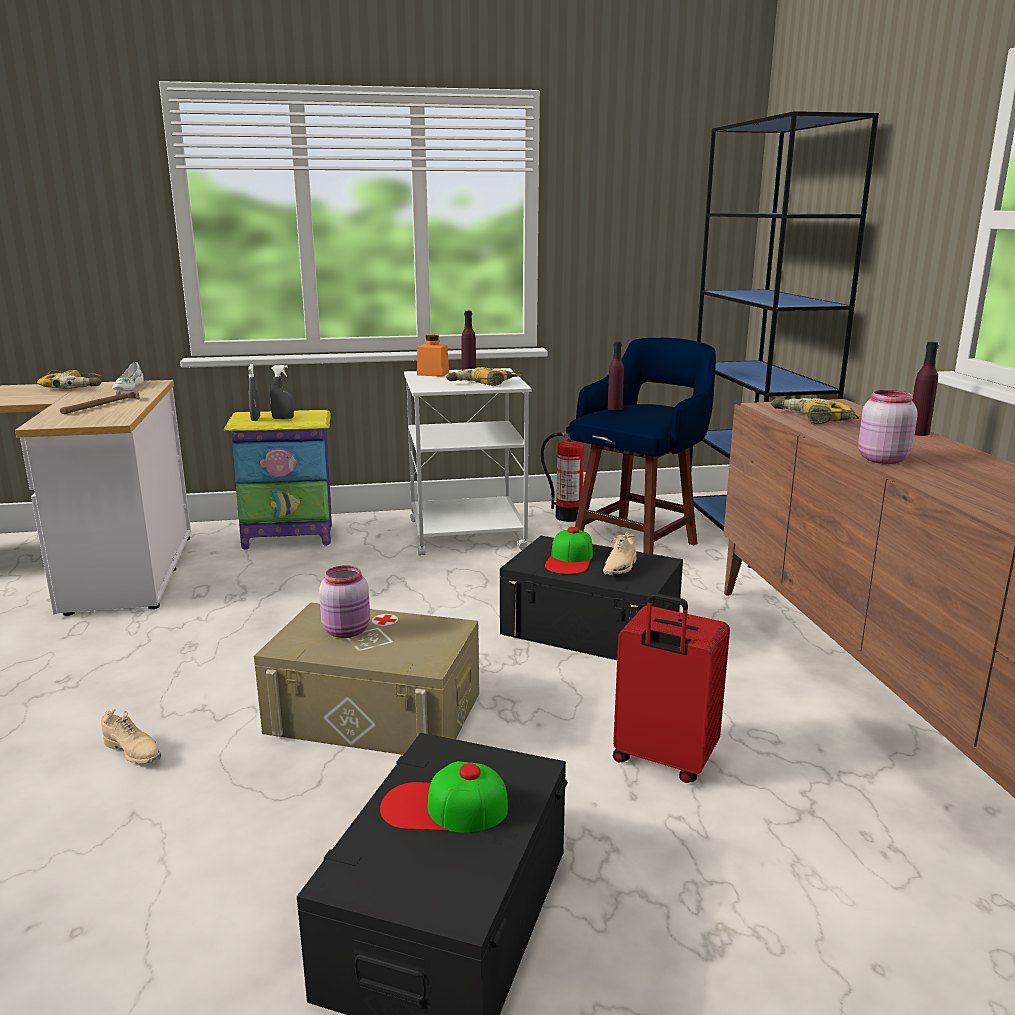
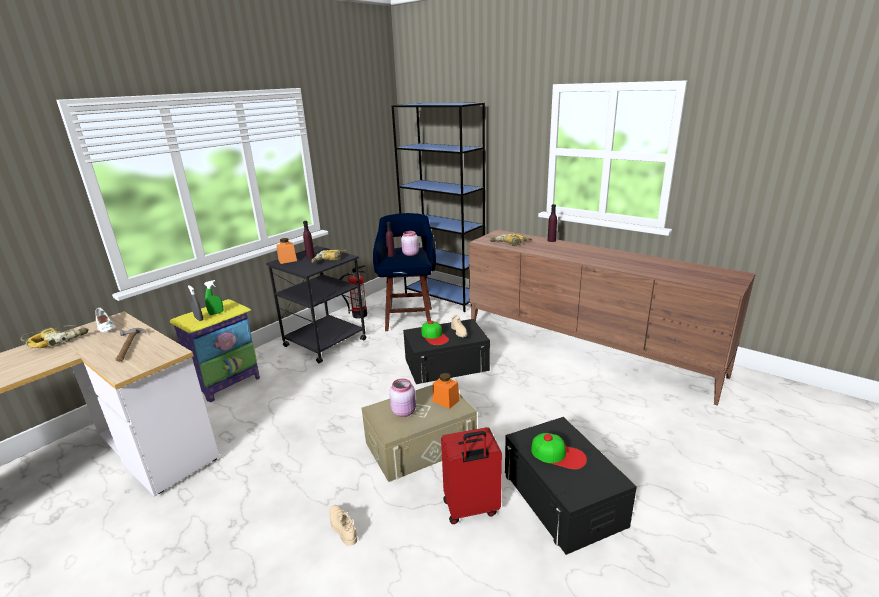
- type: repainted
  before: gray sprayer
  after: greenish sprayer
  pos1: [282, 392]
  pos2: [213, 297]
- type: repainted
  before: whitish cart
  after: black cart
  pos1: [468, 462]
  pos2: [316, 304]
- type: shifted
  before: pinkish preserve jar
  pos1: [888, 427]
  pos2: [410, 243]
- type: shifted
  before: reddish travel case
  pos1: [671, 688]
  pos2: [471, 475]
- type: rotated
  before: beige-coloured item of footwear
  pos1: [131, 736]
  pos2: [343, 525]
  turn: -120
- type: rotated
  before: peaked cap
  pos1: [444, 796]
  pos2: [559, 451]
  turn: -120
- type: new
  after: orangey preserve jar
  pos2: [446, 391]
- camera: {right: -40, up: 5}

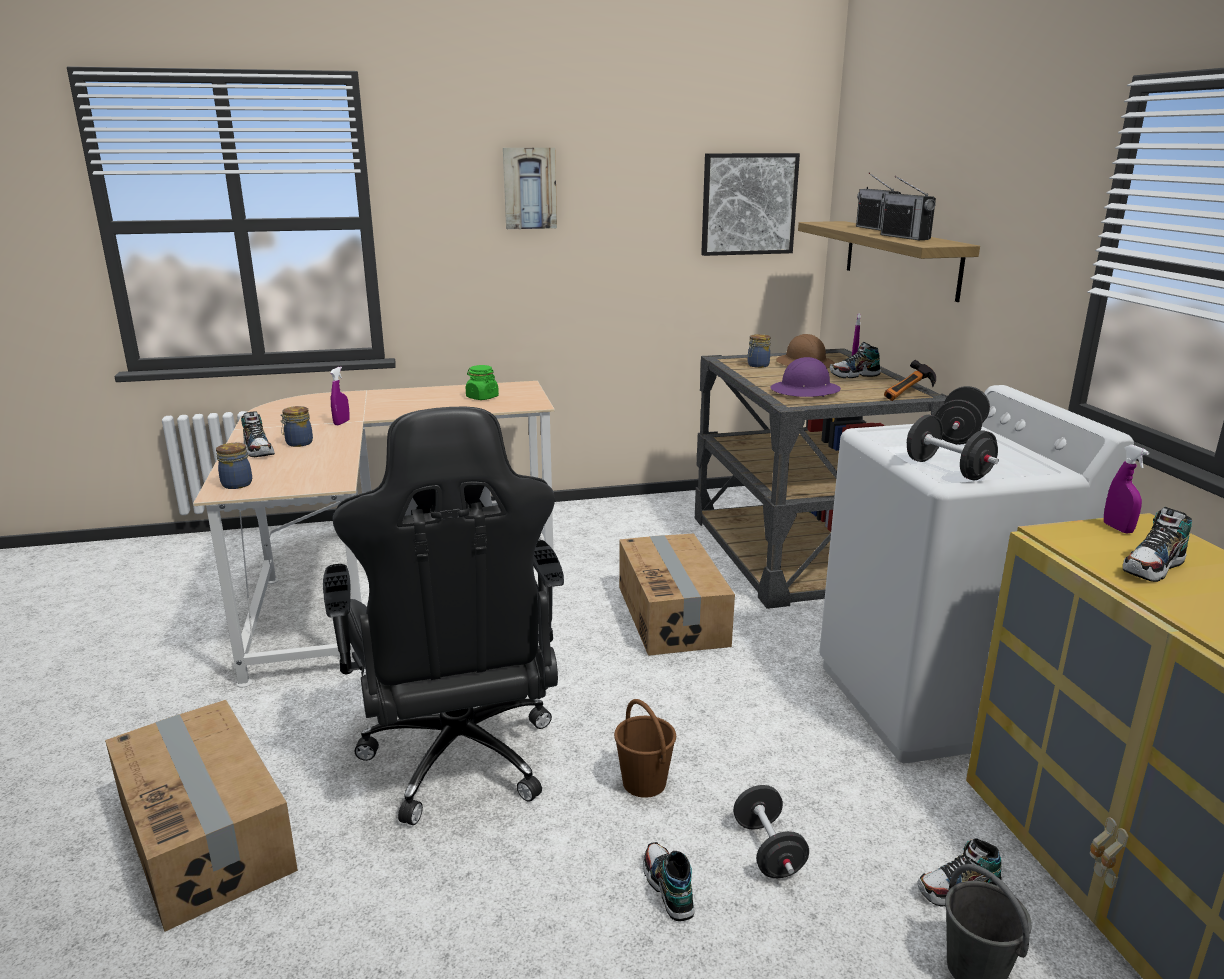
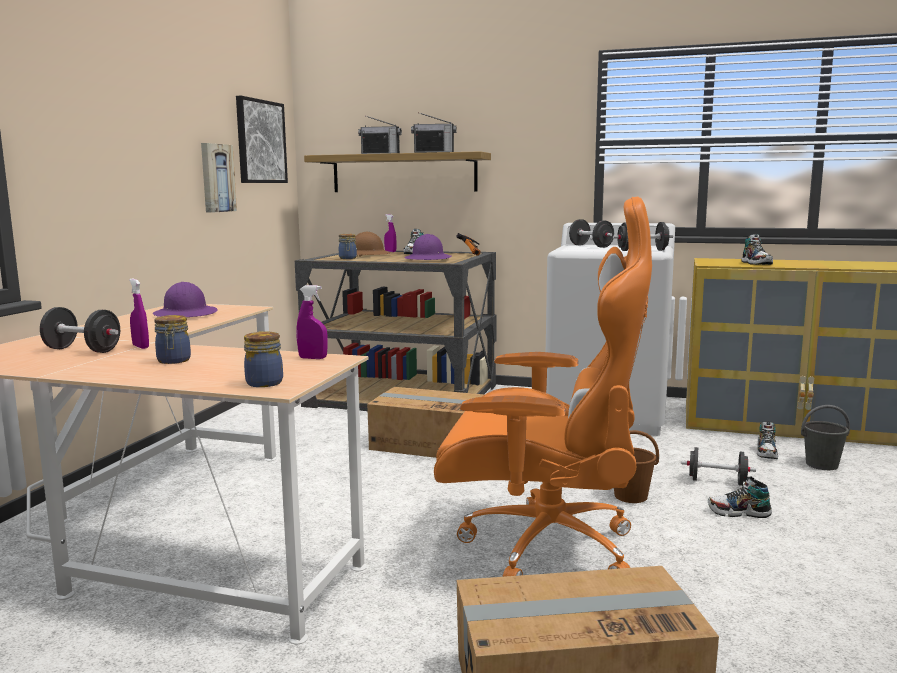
- type: shifted
  before: picture
  pos1: [530, 188]
  pos2: [219, 178]
- type: swapped
  before: greenish preserve jar
  after: purple-coloured hard hat
  pos1: [482, 382]
  pos2: [185, 299]
- type: repainted
  before: black computer chair
  after: orangey computer chair
  pos1: [443, 616]
  pos2: [543, 387]
- type: gone
  before: item of footwear
  pos1: [258, 434]
- type: shifted
  before: purple-coloured sprayer
  pos1: [1126, 489]
  pos2: [311, 322]
- type: new
  after: black dumbbell
  pos2: [80, 330]
- camera: {right: -60, up: -10}

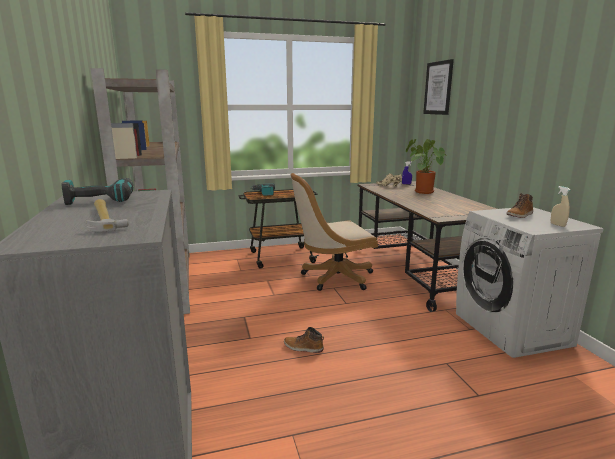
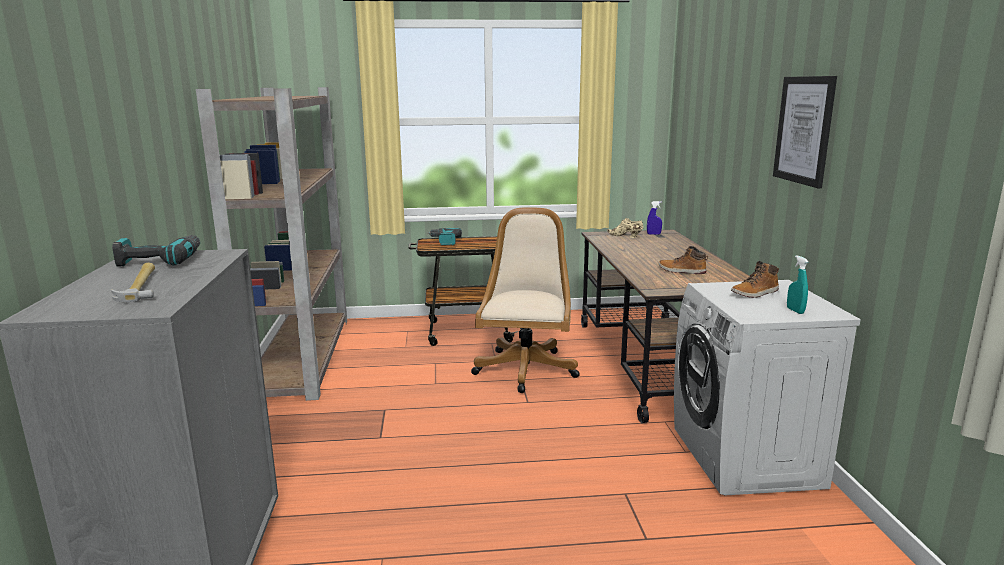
- type: shifted
  before: picture
  pos1: [438, 87]
  pos2: [805, 132]
- type: gone
  before: potted plant
  pos1: [427, 166]
- type: rotated
  before: computer chair
  pos1: [334, 232]
  pos2: [525, 300]
  turn: 105
- type: repainted
  before: beige-coloured sprayer
  after: turquoise sprayer
  pos1: [560, 206]
  pos2: [797, 284]
- type: shifted
  before: tall boot
  pos1: [304, 340]
  pos2: [683, 260]
- camera: {right: 10, up: 0}

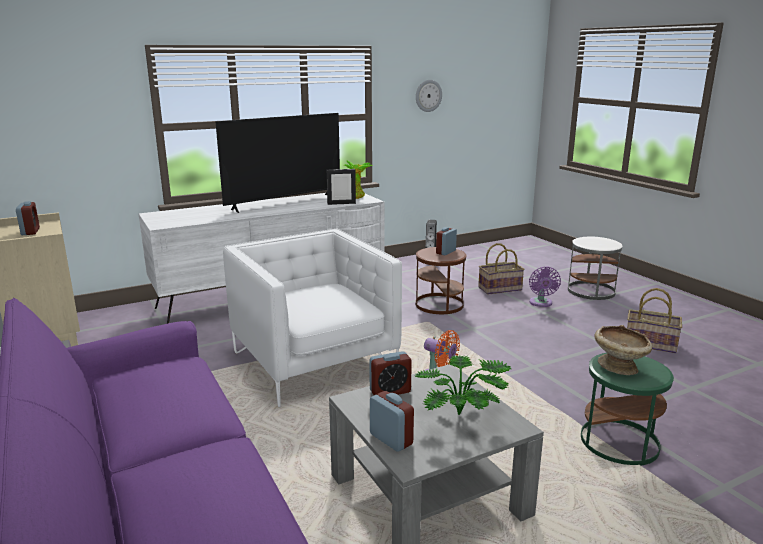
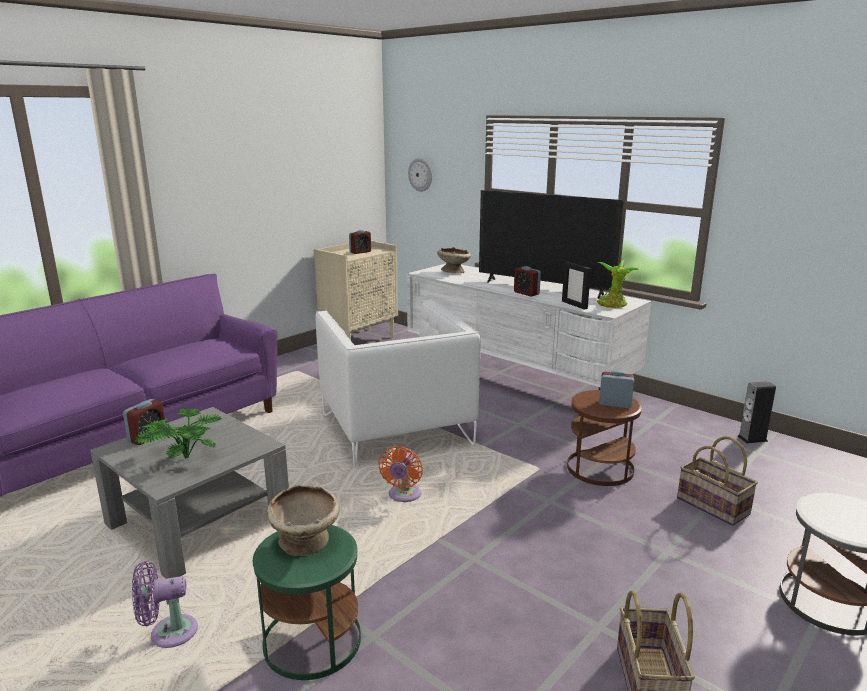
- type: shifted
  before: clock on the wall
  pos1: [429, 96]
  pos2: [420, 175]
- type: rotated
  before: whitish lounge chair
  pos1: [312, 318]
  pos2: [398, 383]
  turn: 120
- type: shifted
  before: purple-coloured fan
  pos1: [545, 287]
  pos2: [165, 604]
- type: shifted
  before: alarm clock
  pos1: [390, 373]
  pos2: [527, 281]
- type: new
  after: beige-coloured serving bowl
  pos2: [454, 260]
- camera: {right: 70, up: 0}

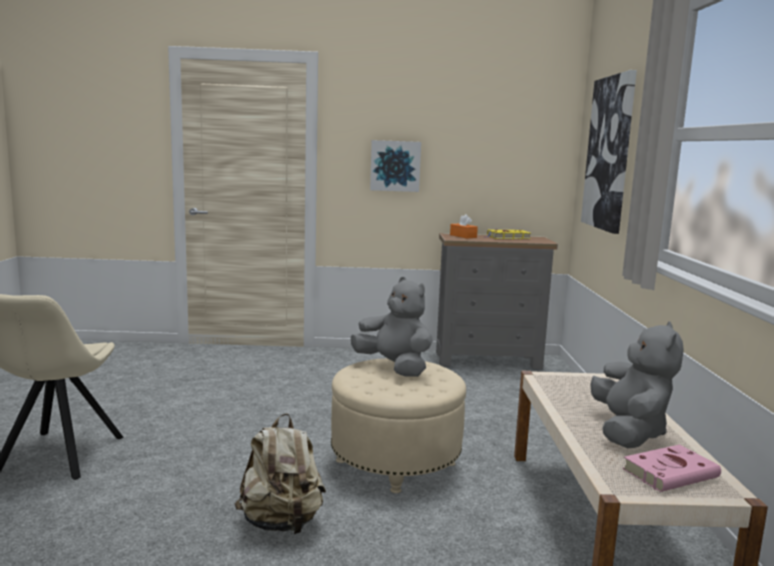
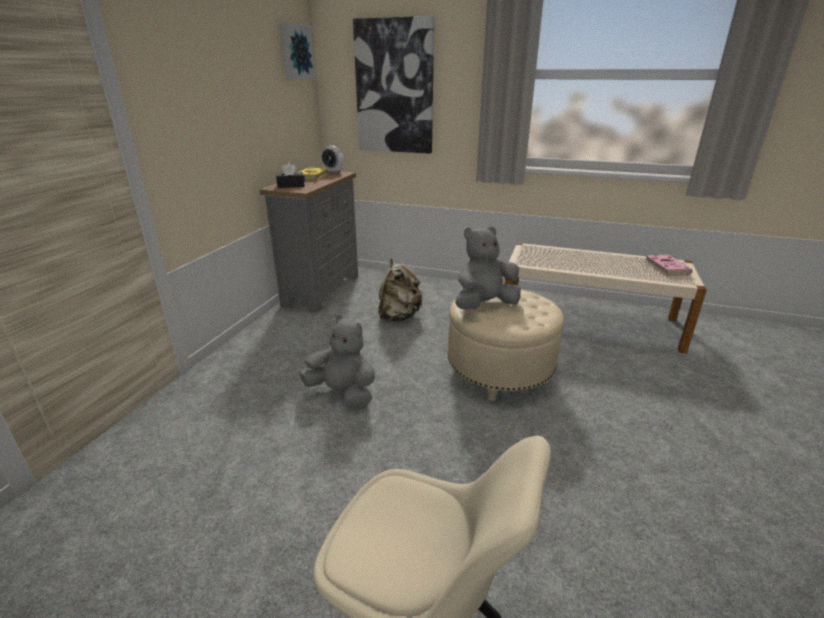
- type: shifted
  before: picture
  pos1: [395, 166]
  pos2: [298, 51]
- type: repainted
  before: orangey tissue box
  after: black tissue box
  pos1: [464, 226]
  pos2: [290, 175]
- type: shifted
  before: gray soft toy
  pos1: [637, 384]
  pos2: [337, 362]
- type: shifted
  before: beige-coloured backpack
  pos1: [280, 473]
  pos2: [400, 290]
- type: new
  after: alarm clock
  pos2: [332, 159]
- camera: {right: -70, up: 15}

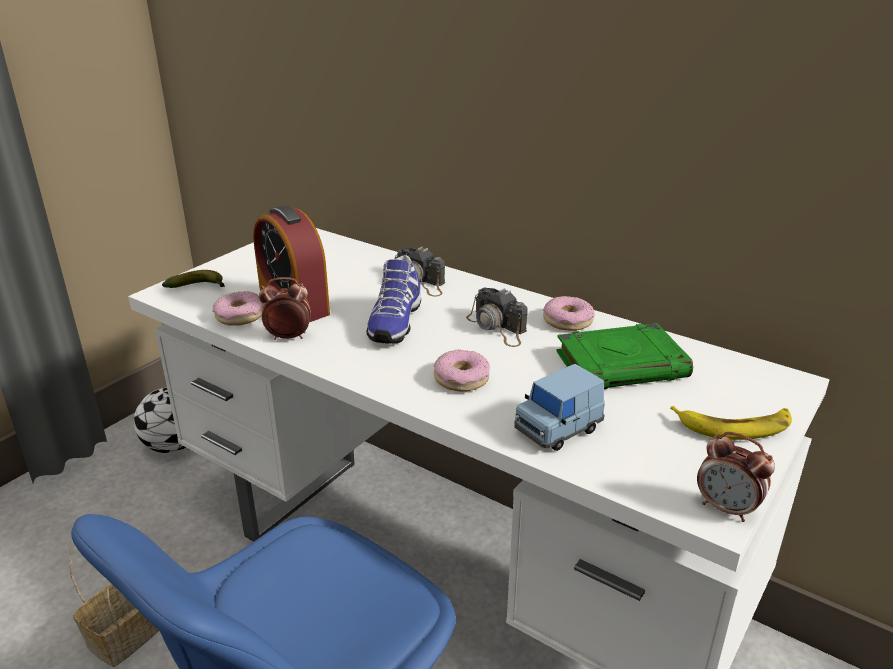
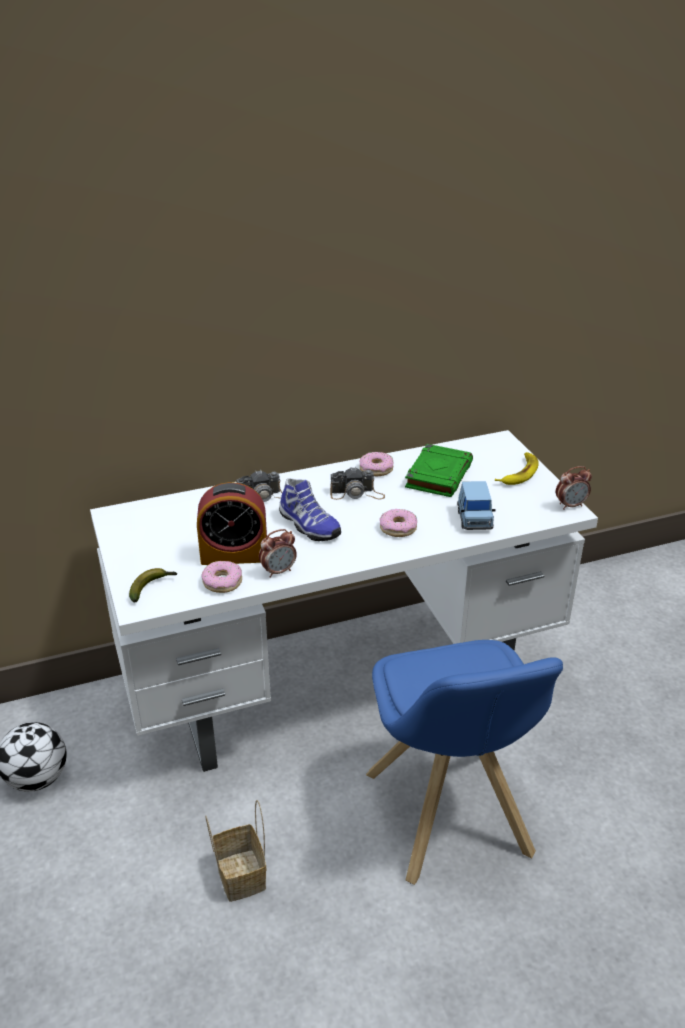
- type: rotated
  before: alarm clock
  pos1: [285, 308]
  pos2: [278, 553]
  turn: -150
- camera: {right: -55, up: 5}

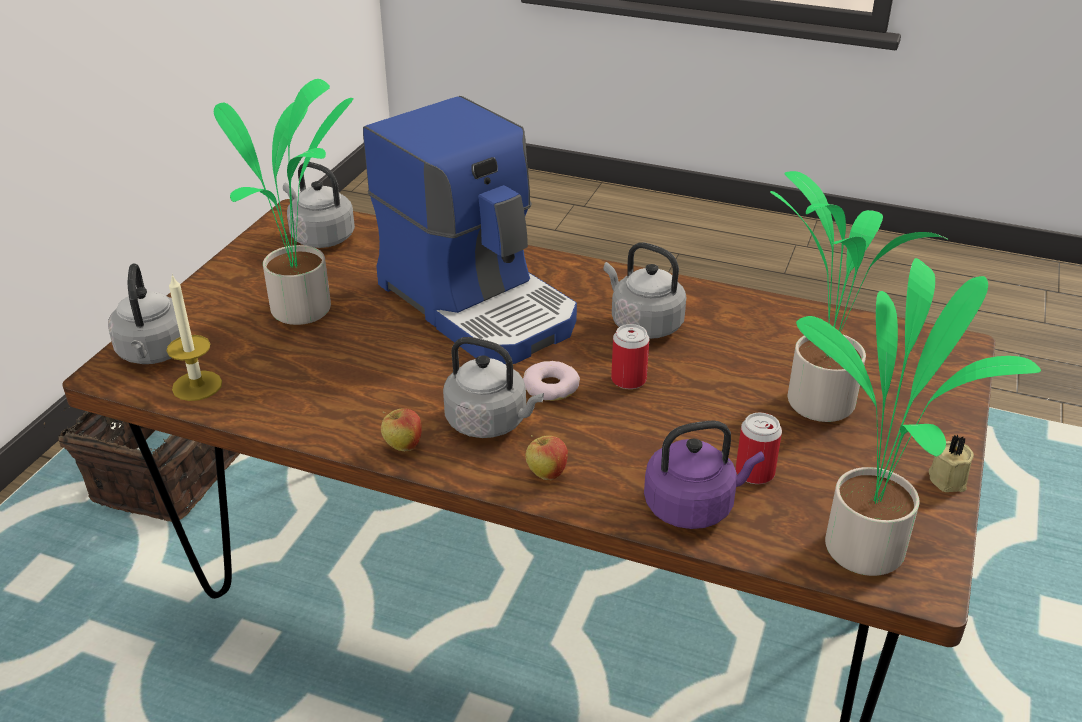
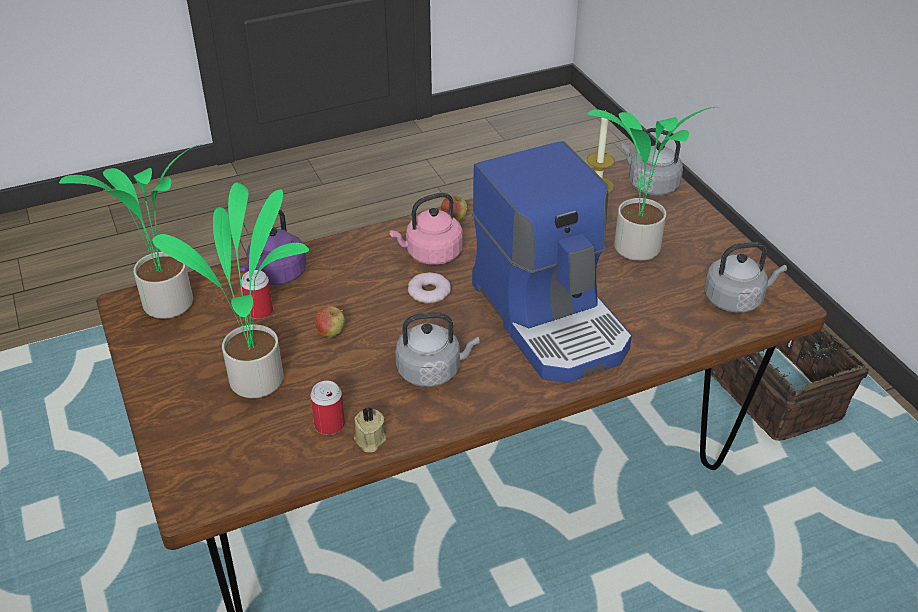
- type: rotated
  before: coffee machine
  pos1: [470, 230]
  pos2: [552, 262]
  turn: -120
- type: shifted
  before: sealed can
  pos1: [630, 356]
  pos2: [327, 408]
- type: repainted
  before: gray water kettle
  after: pinkish water kettle
  pos1: [493, 387]
  pos2: [426, 229]
- type: shifted
  before: beige-coloured candle
  pos1: [951, 463]
  pos2: [370, 429]
- type: shifted
  before: whole apple
  pos1: [547, 457]
  pos2: [330, 321]
- camera: {right: 135, up: 5}

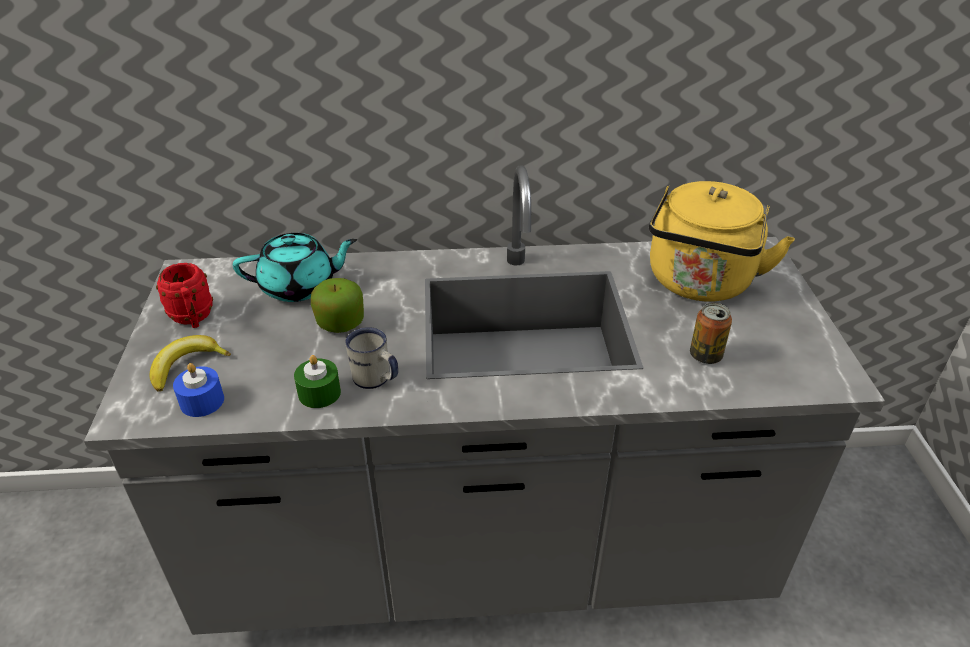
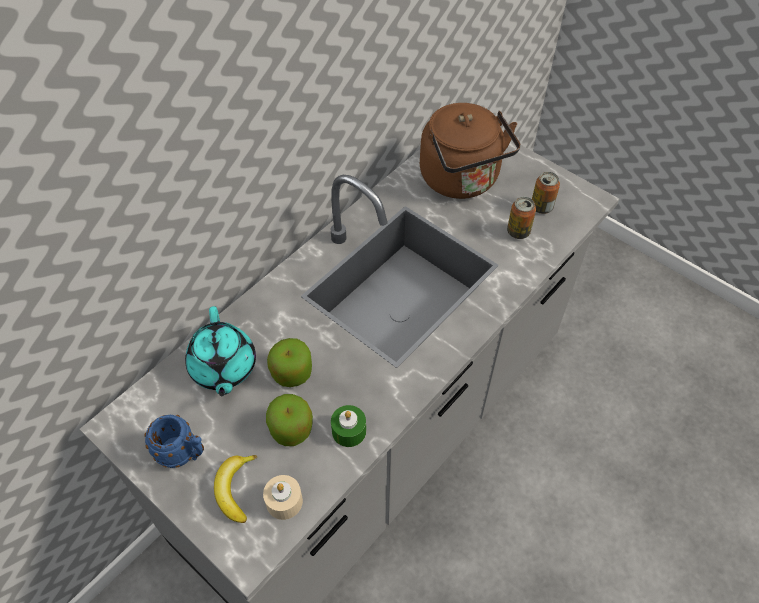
- type: repainted
  before: yellowish water kettle
  after: brownish water kettle
  pos1: [722, 241]
  pos2: [470, 151]
- type: rotated
  before: turquoise teapot
  pos1: [295, 267]
  pos2: [220, 351]
  turn: 135
- type: repainted
  before: reddish mug
  after: blue-coloured mug
  pos1: [184, 295]
  pos2: [174, 441]
- type: gone
  before: whitish mug
  pos1: [371, 358]
- type: repainted
  before: blue-coloured candle
  after: beige-coloured candle
  pos1: [198, 390]
  pos2: [283, 497]
- type: new
  after: sealed can
  pos2: [546, 193]
- type: new
  after: whole apple
  pos2: [289, 420]
- camera: {right: -45, up: 15}

